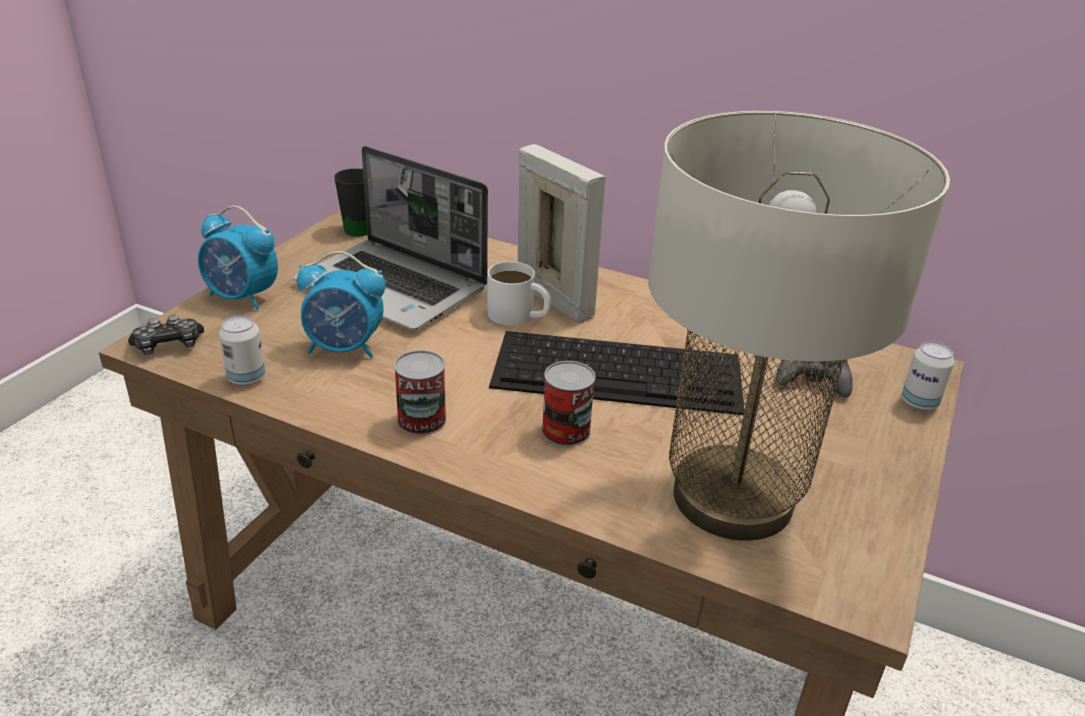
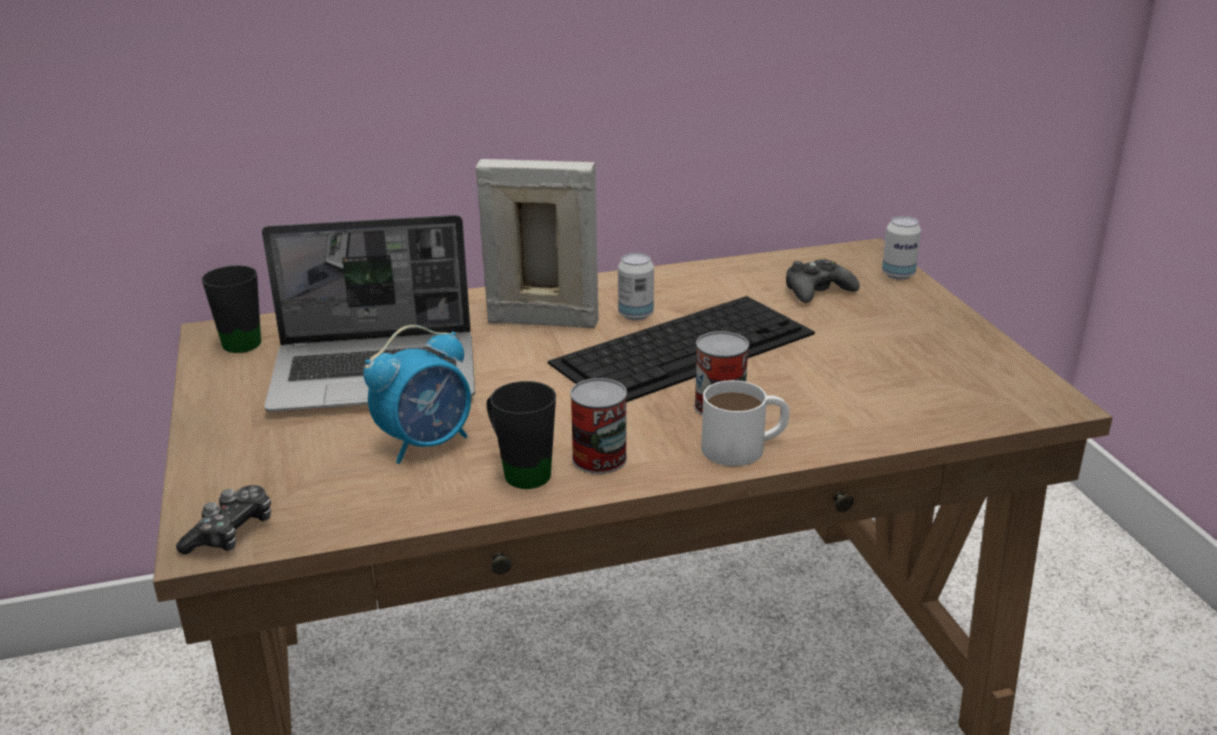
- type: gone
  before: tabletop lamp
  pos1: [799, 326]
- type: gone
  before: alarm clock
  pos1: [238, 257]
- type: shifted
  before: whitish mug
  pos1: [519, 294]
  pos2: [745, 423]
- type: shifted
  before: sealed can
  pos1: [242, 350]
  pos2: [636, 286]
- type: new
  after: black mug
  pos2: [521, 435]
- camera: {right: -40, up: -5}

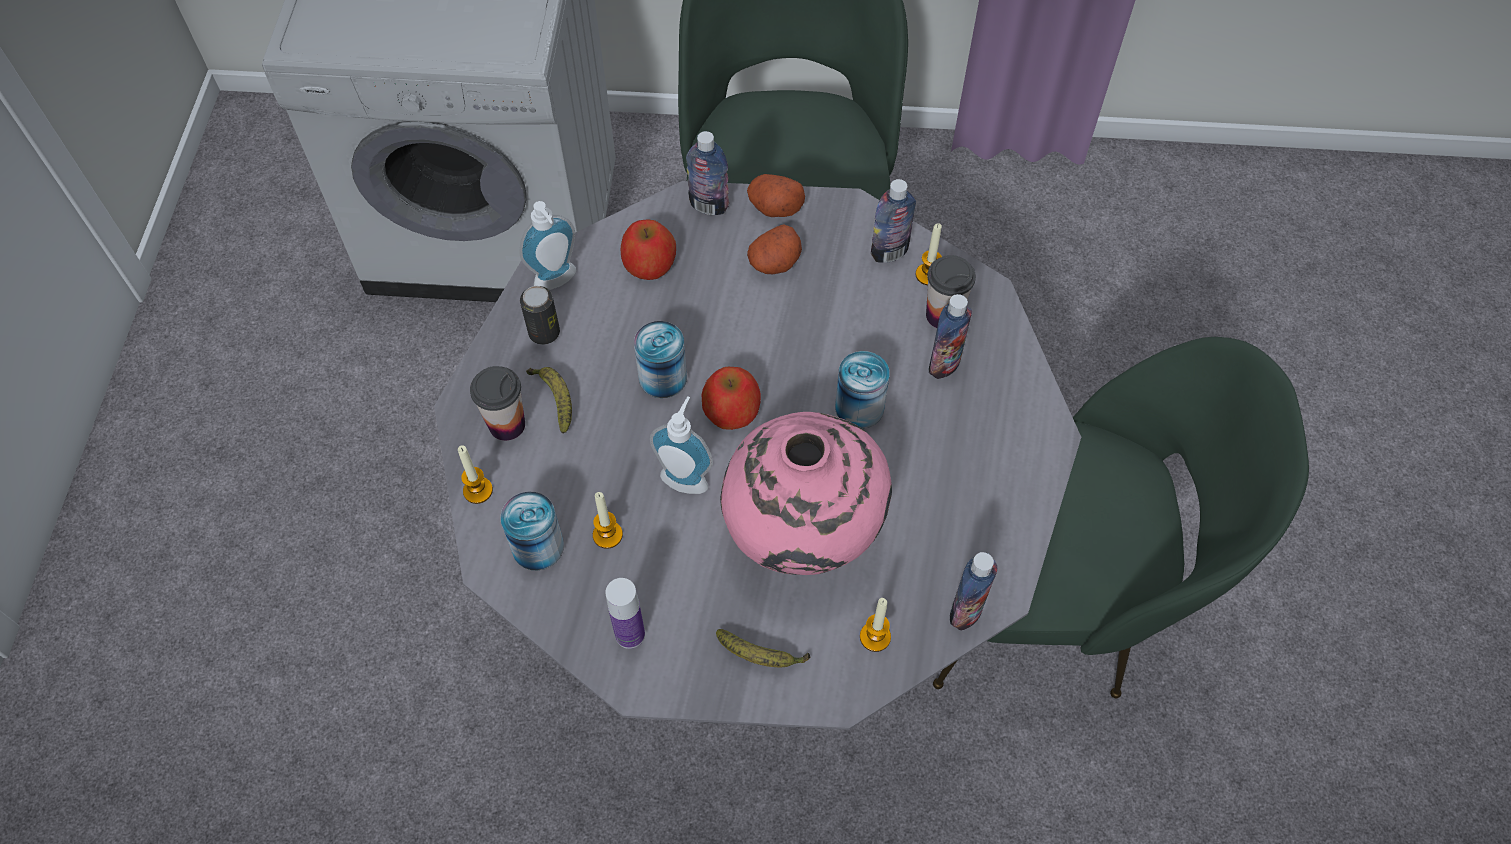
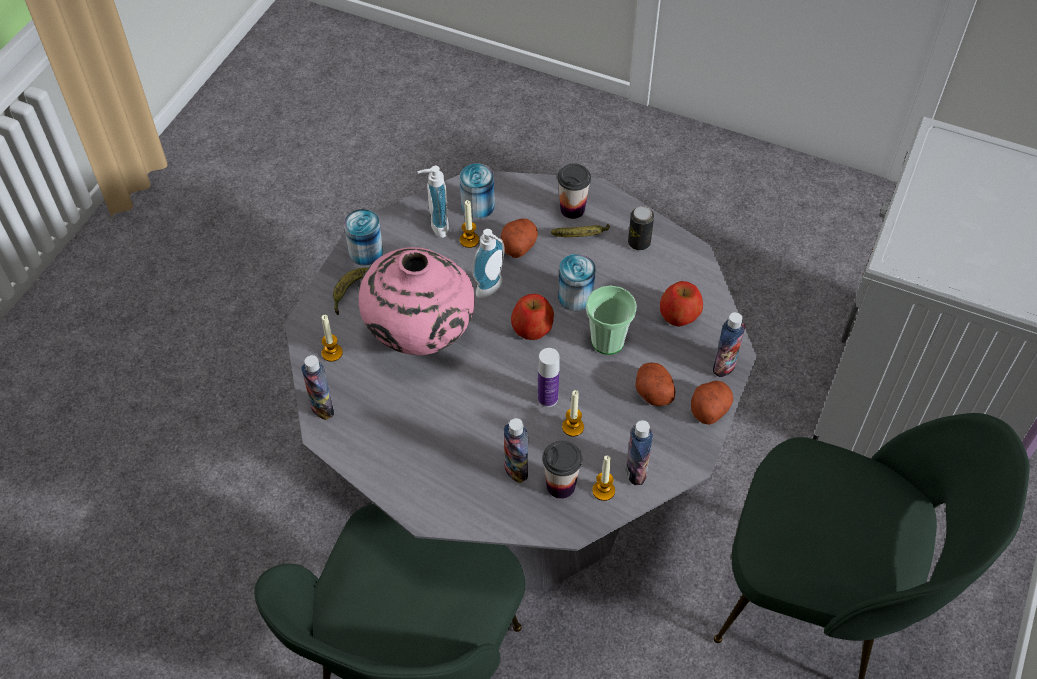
- type: shifted
  before: soap bottle
  pos1: [547, 245]
  pos2: [433, 202]
- type: shifted
  before: sealed can
  pos1: [862, 390]
  pos2: [363, 237]
- type: shifted
  before: candle
  pos1: [475, 474]
  pos2: [573, 413]
- type: shifted
  before: beverage bottle
  pos1: [625, 613]
  pos2: [548, 377]
- type: new
  after: whole potato
  pos2: [519, 238]
- type: new
  after: small cup
  pos2: [611, 320]
- camera: {right: 110, up: -5}

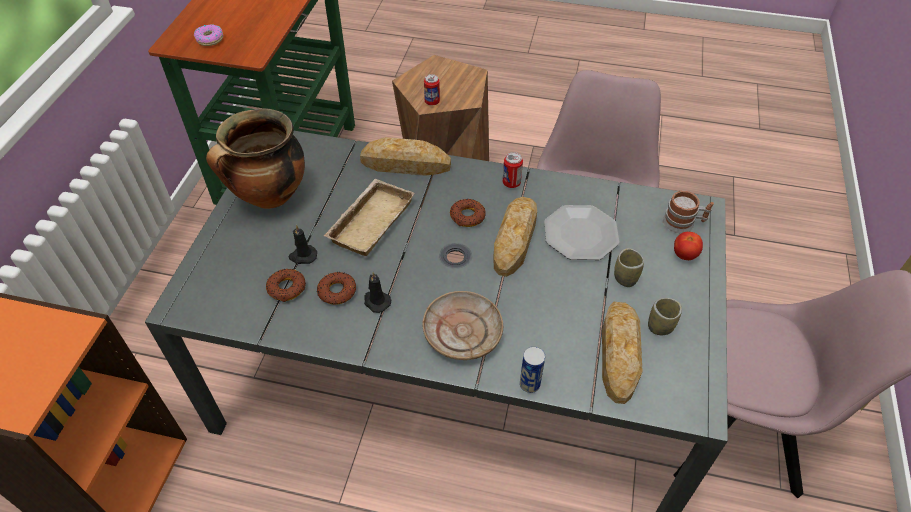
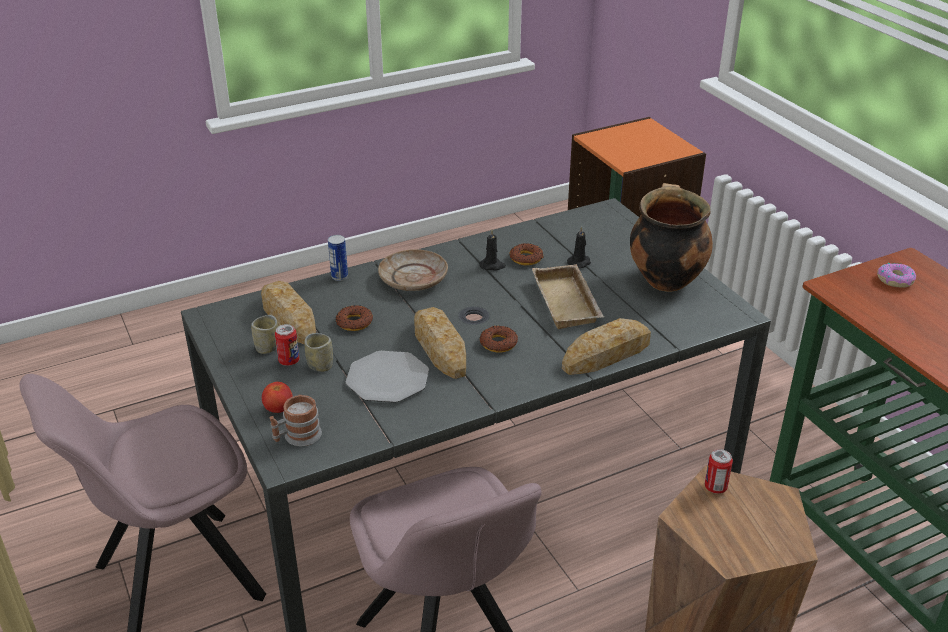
- type: shifted
  before: sealed can
  pos1: [513, 170]
  pos2: [287, 345]
- type: shifted
  before: ring doughnut
  pos1: [286, 285]
  pos2: [354, 318]
- camera: {right: 140, up: -15}

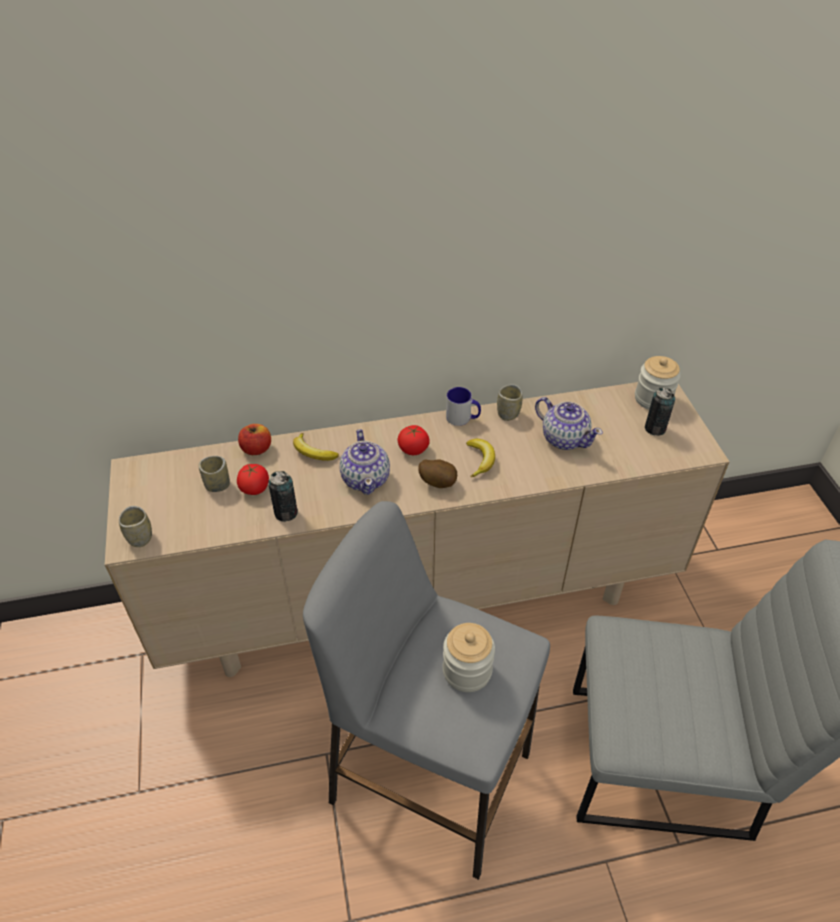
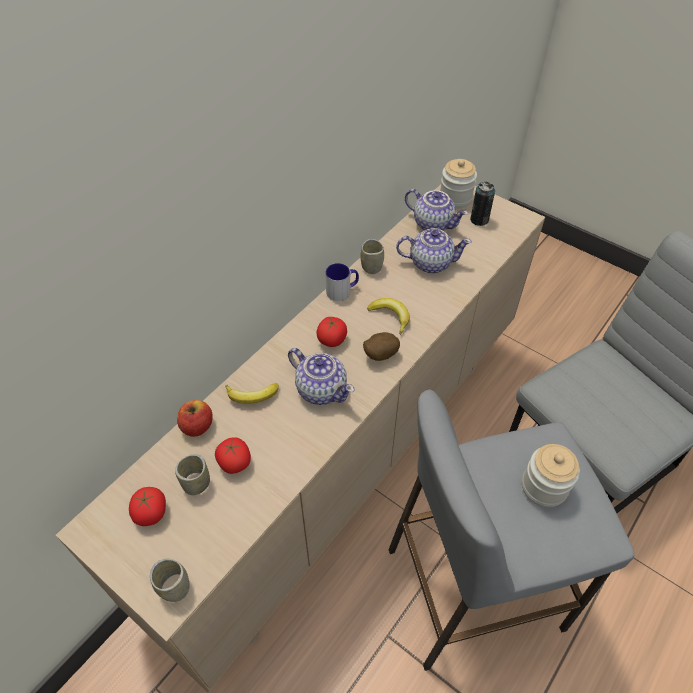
- type: gone
  before: sealed can
  pos1: [283, 496]
- type: new
  after: teapot
  pos2: [436, 210]
- type: new
  after: tomato
  pos2: [147, 506]
- camera: {right: -40, up: 5}

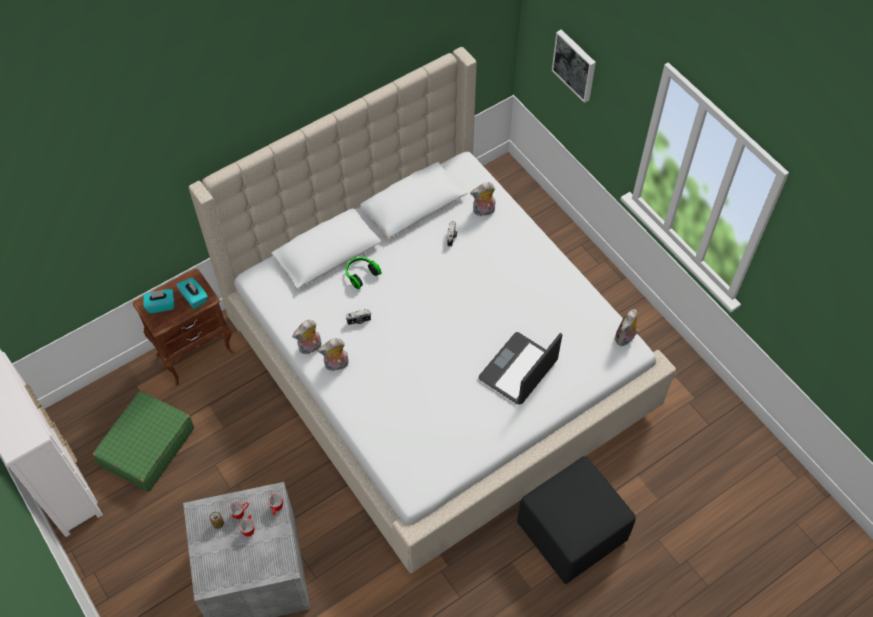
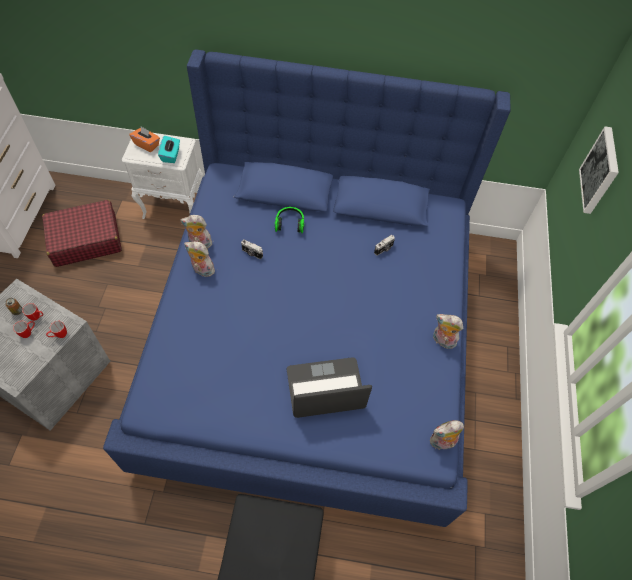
- type: repainted
  before: beige-coloured sleeping bed
  after: blue-coloured sleeping bed
  pos1: [432, 310]
  pos2: [307, 288]
- type: shifted
  before: soft toy
  pos1: [482, 199]
  pos2: [448, 331]
- type: repainted
  before: brownish night table
  after: whitish night table
  pos1: [184, 327]
  pos2: [162, 176]
- type: repainted
  before: turquoise tissue box
  after: orangey tissue box
  pos1: [158, 301]
  pos2: [144, 139]
- type: repainted
  before: greenish travel case
  after: reddish travel case
  pos1: [143, 441]
  pos2: [82, 233]
- camera: {right: 40, up: 0}

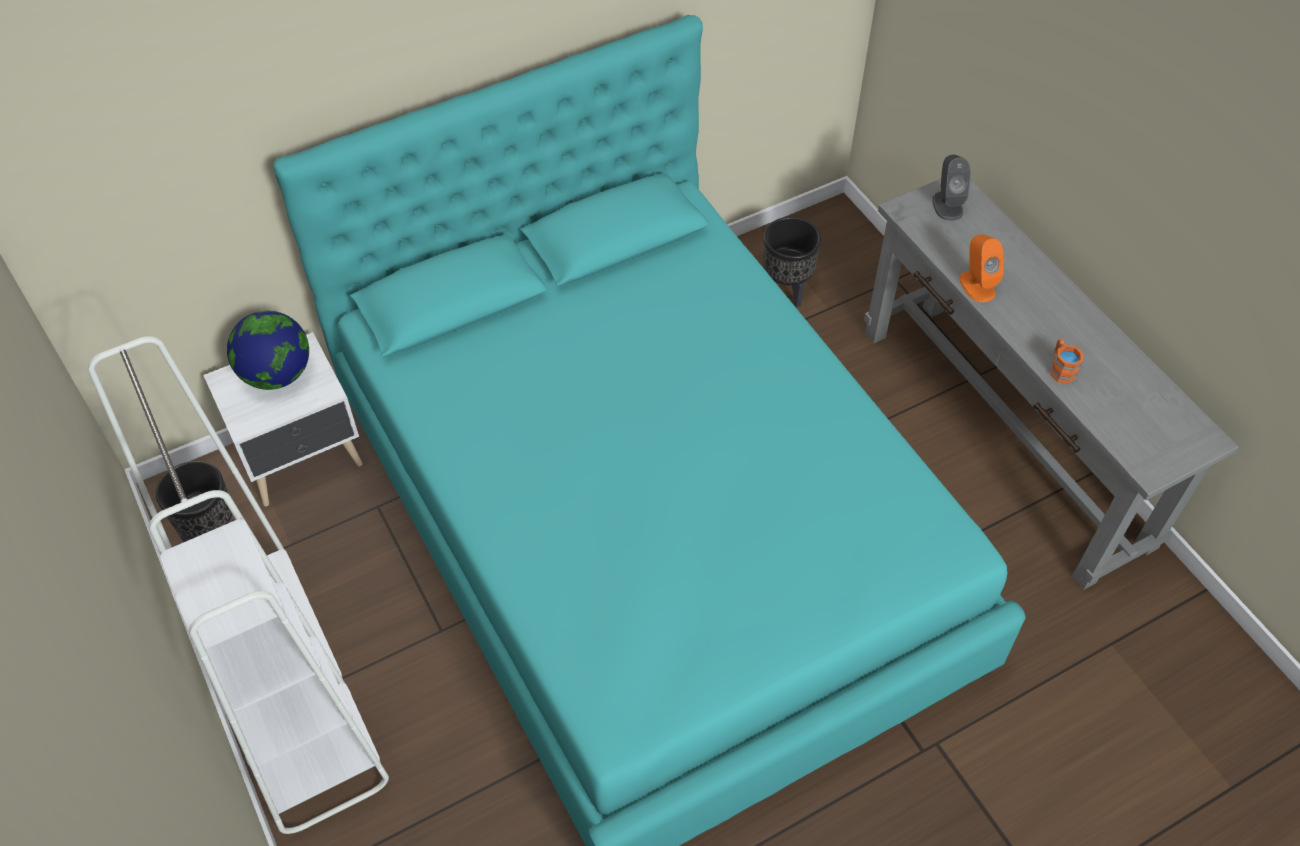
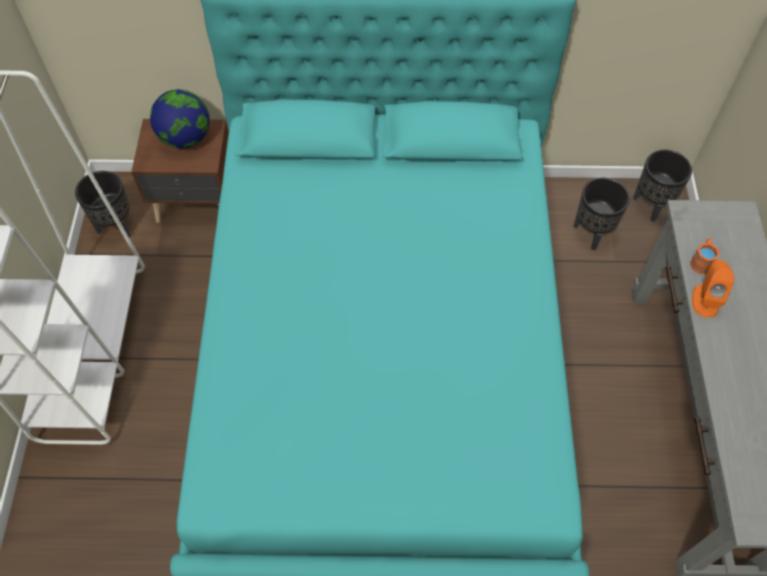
- type: gone
  before: gray loudspeaker
  pos1: [951, 188]
- type: repainted
  before: whitish night table
  after: brownish night table
  pos1: [283, 419]
  pos2: [180, 171]
- type: shifted
  before: orangey mug
  pos1: [1066, 361]
  pos2: [705, 256]
- type: new
  after: black flower pot
  pos2: [662, 185]
- camera: {right: 30, up: 5}

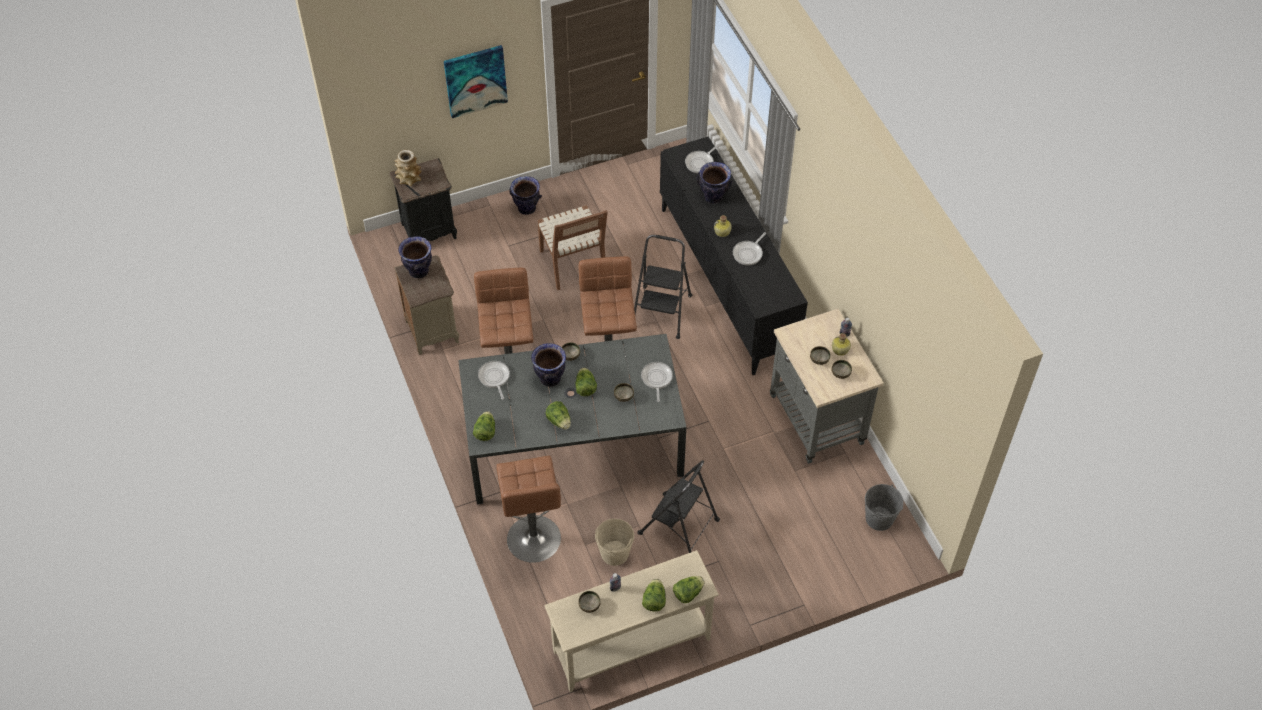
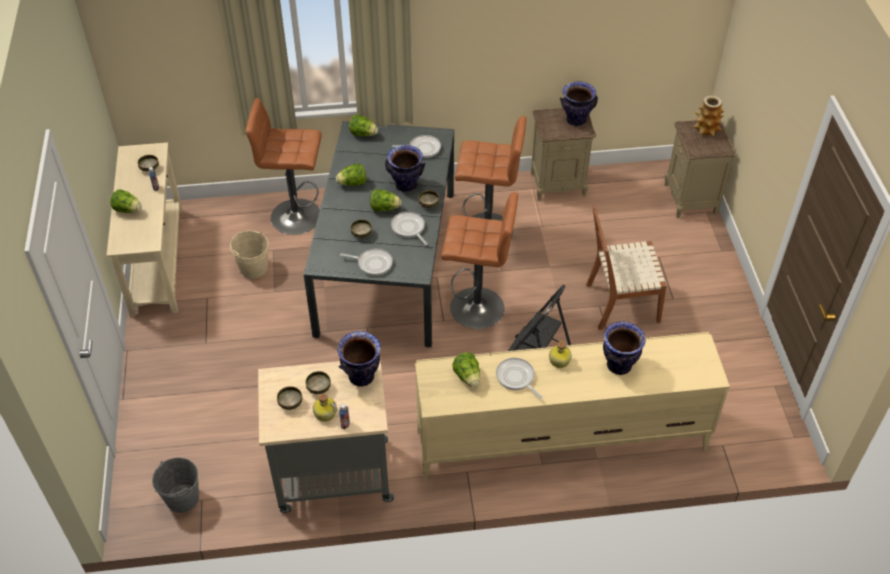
- type: gone
  before: picture
  pos1: [476, 81]
- type: repainted
  before: black storage cabinet
  after: beige-coloured storage cabinet
  pos1: [734, 255]
  pos2: [572, 406]
- type: shifted
  before: skillet
  pos1: [702, 158]
  pos2: [409, 228]
- type: repainted
  before: black night table
  after: beige-coloured night table
  pos1: [423, 199]
  pos2: [699, 169]
- type: shifted
  before: decorative vase
  pos1: [525, 195]
  pos2: [359, 358]
- type: gone
  before: black step ladder
  pos1: [678, 506]
- type: shifted
  before: head of lettuce
  pos1: [689, 589]
  pos2: [466, 369]
- camera: {right: 105, up: -5}

